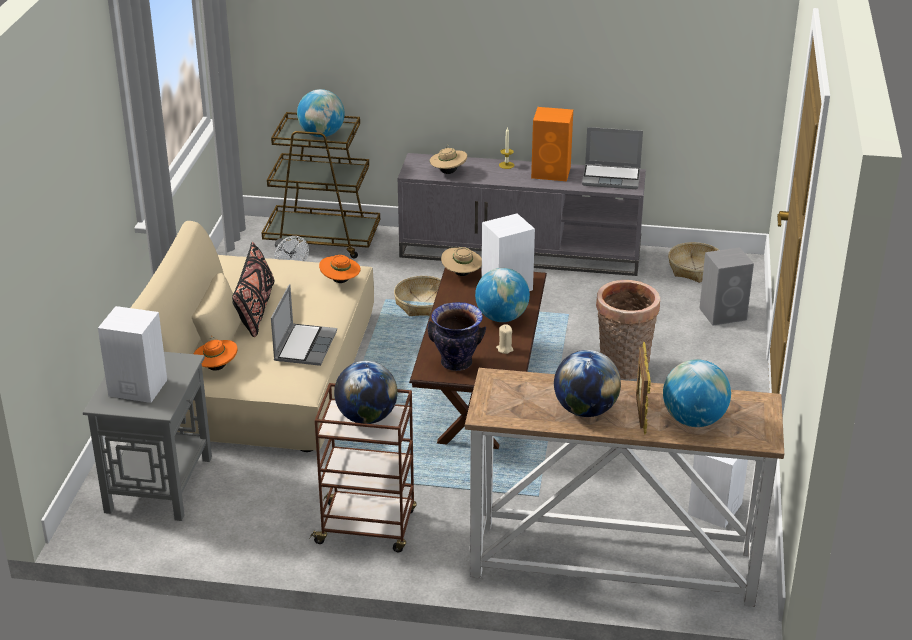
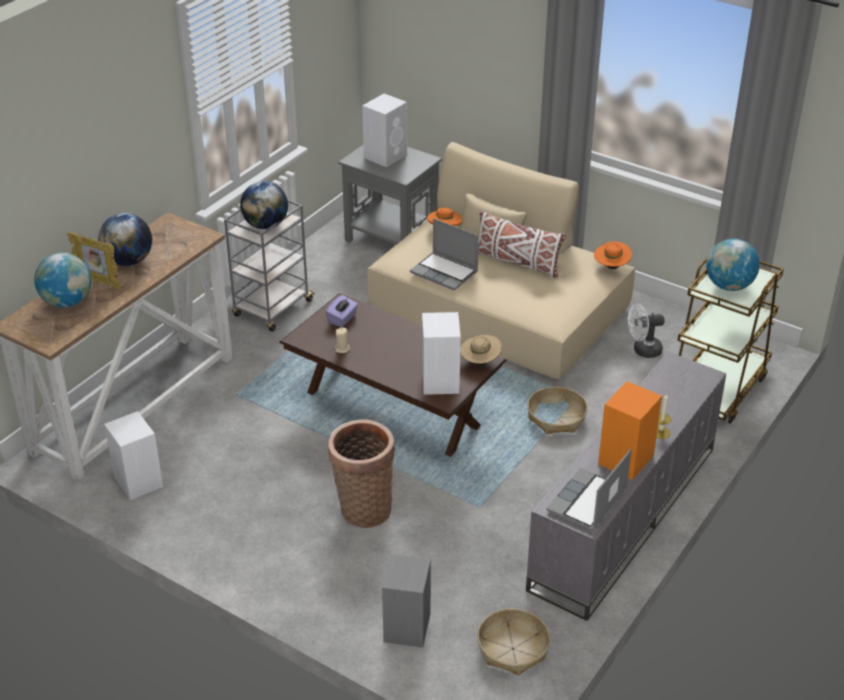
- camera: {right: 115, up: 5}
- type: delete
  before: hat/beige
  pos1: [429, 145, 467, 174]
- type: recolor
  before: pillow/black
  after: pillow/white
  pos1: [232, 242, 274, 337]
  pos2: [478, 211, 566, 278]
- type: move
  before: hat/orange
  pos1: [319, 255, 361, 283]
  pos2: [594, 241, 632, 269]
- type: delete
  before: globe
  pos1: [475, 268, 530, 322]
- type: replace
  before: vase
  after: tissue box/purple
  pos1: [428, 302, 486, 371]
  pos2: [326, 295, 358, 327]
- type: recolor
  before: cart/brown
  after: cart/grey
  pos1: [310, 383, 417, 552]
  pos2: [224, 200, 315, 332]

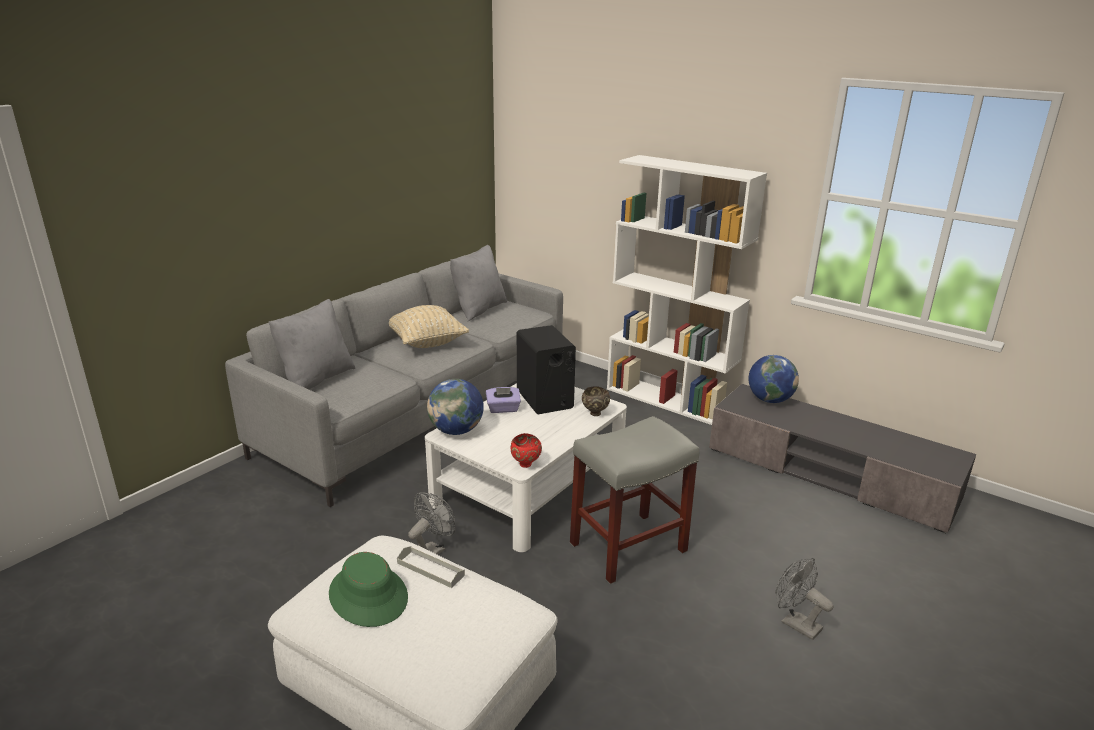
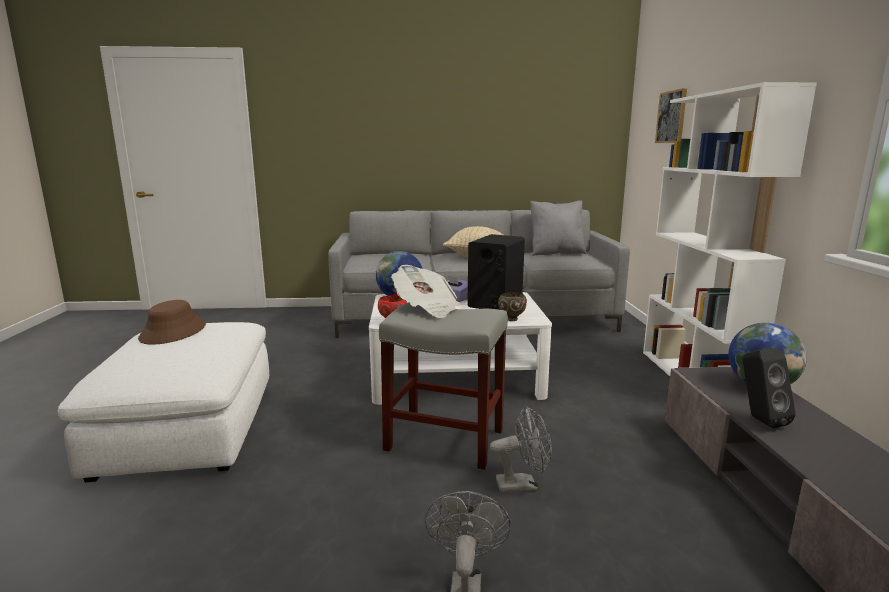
- camera: {right: 50, up: -10}
- type: delete
  before: pillow/grey
  pos1: [269, 299, 355, 389]
- type: move
  before: fan/grey
  pos1: [408, 492, 456, 555]
  pos2: [490, 406, 552, 492]
- type: delete
  before: tray/grey
  pos1: [397, 546, 465, 588]
- type: recolor
  before: hat/green
  after: hat/brown
  pos1: [329, 552, 408, 627]
  pos2: [138, 300, 206, 345]
- type: insert
  after: picture
  pos2: [655, 88, 687, 143]
- type: insert
  after: newspaper
  pos2: [391, 265, 460, 318]
- type: insert
  after: speaker/black
  pos2: [743, 348, 796, 428]

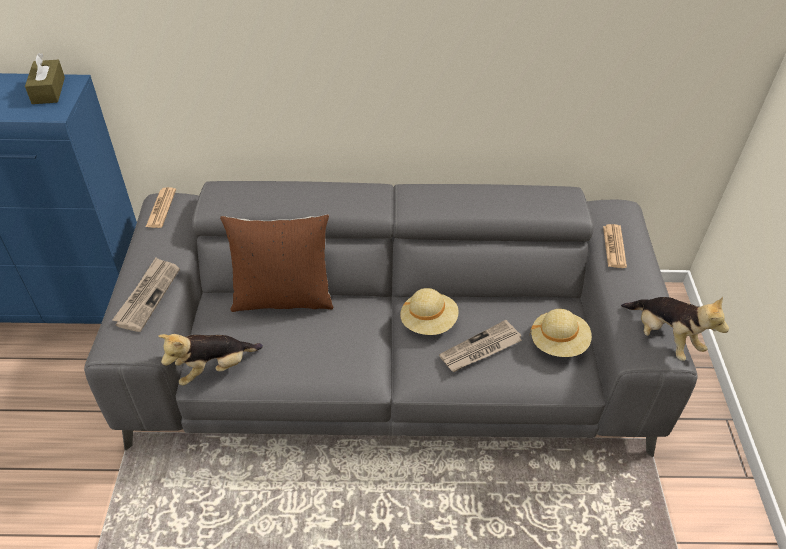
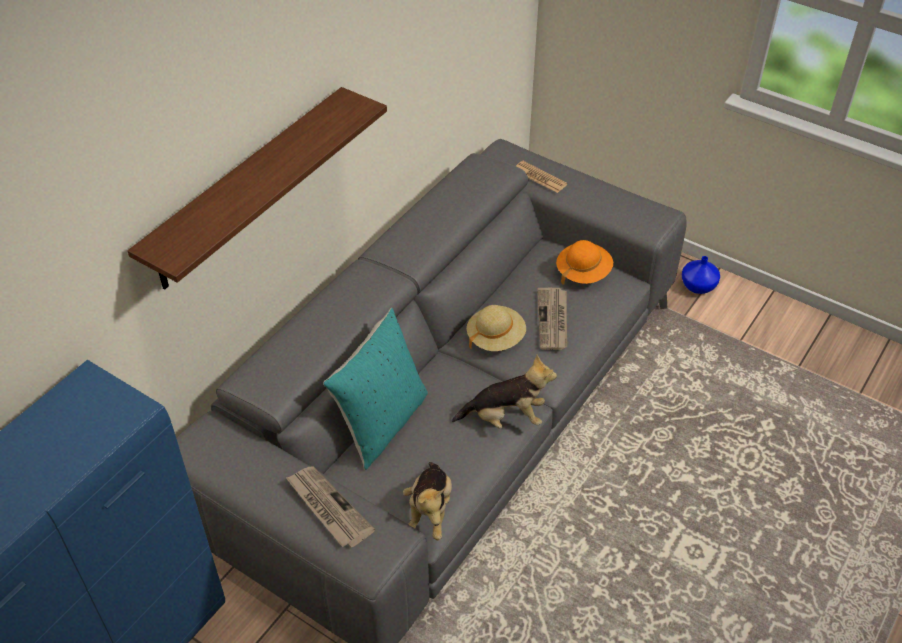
- camera: {right: -55, up: 0}
- type: delete
  before: tissue box/brown
  pos1: [25, 53, 65, 104]
- type: delete
  before: newspaper
  pos1: [146, 187, 176, 228]
- type: recolor
  before: pillow/brown
  after: pillow/turquoise
  pos1: [220, 214, 333, 312]
  pos2: [323, 308, 428, 470]
- type: move
  before: plush toy
  pos1: [621, 297, 729, 361]
  pos2: [452, 355, 557, 429]
- type: recolor
  before: hat/beige
  after: hat/orange
  pos1: [529, 309, 592, 357]
  pos2: [556, 240, 613, 285]
- type: insert
  after: shelf
  pos2: [127, 87, 387, 290]
- type: insert
  after: vase/blue
  pos2: [682, 256, 720, 294]

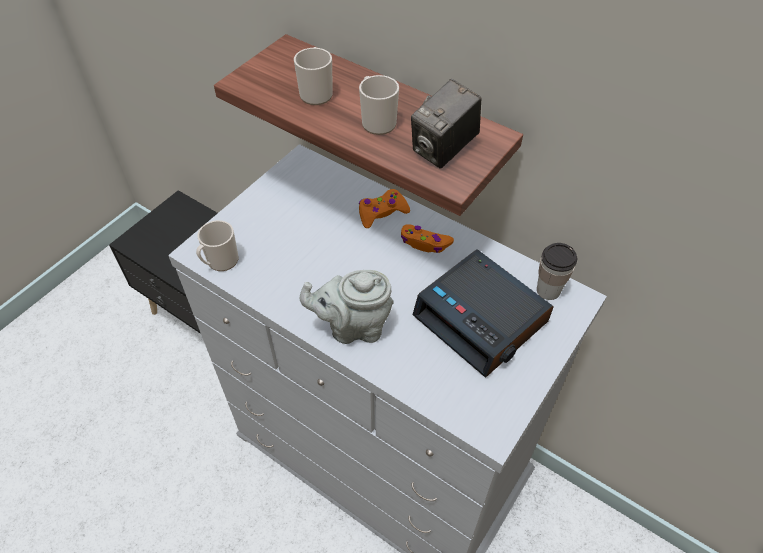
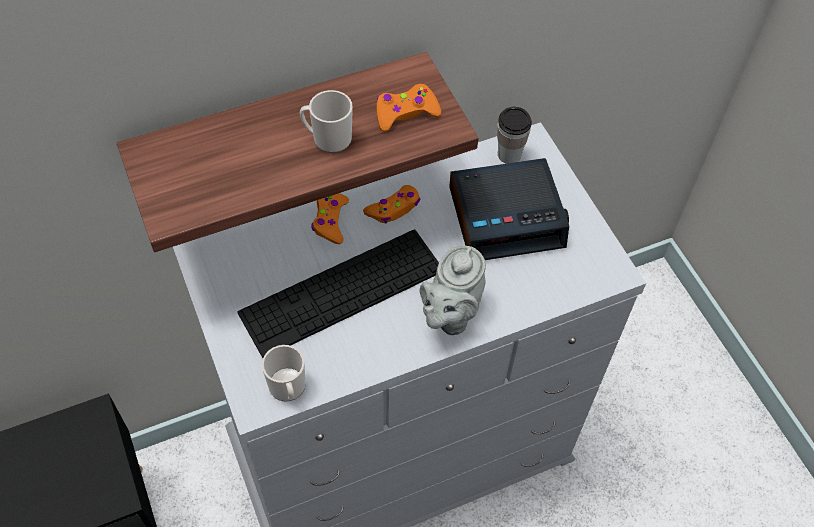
- camera: {right: -60, up: 5}
- type: delete
  before: mug
  pos1: [294, 47, 333, 105]
- type: replace
  before: photo camera
  after: game controller/orange
  pos1: [411, 79, 482, 169]
  pos2: [376, 84, 441, 132]
- type: insert
  after: keyboard
  pos2: [237, 229, 439, 358]

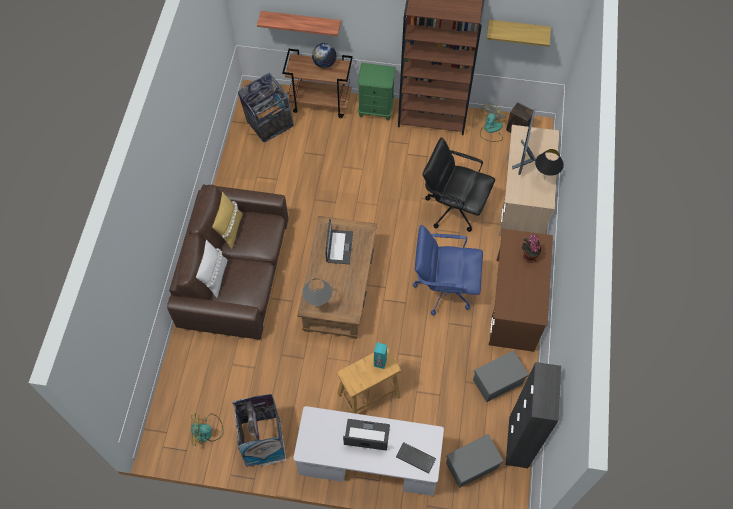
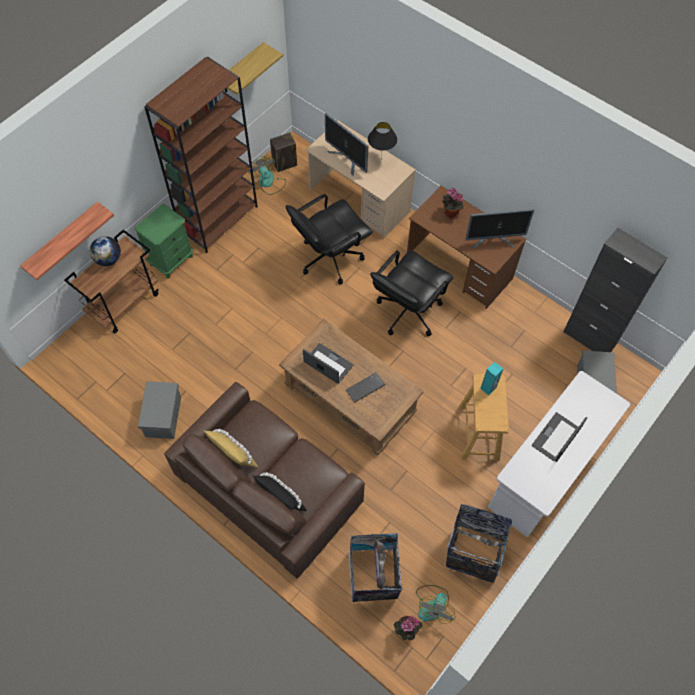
- camera: {right: -60, up: 0}
- type: move
  before: trash can
  pos1: [238, 73, 294, 142]
  pos2: [349, 532, 403, 602]
- type: recolor
  before: office chair/blue
  after: office chair/black
  pos1: [413, 225, 483, 315]
  pos2: [370, 250, 453, 336]
- type: recolor
  before: pillow/white
  after: pillow/black
  pos1: [196, 240, 228, 298]
  pos2: [253, 472, 307, 511]
- type: delete
  before: table lamp/grey
  pos1: [302, 278, 332, 306]
- type: move
  before: storage box/grey
  pos1: [473, 350, 529, 402]
  pos2: [138, 381, 181, 439]
- type: move
  before: keyboard
  pos1: [396, 442, 436, 473]
  pos2: [346, 373, 385, 402]
- type: insert
  after: monitor
  pos2: [465, 209, 534, 248]
- type: insert
  after: potted plant
  pos2: [393, 616, 422, 640]

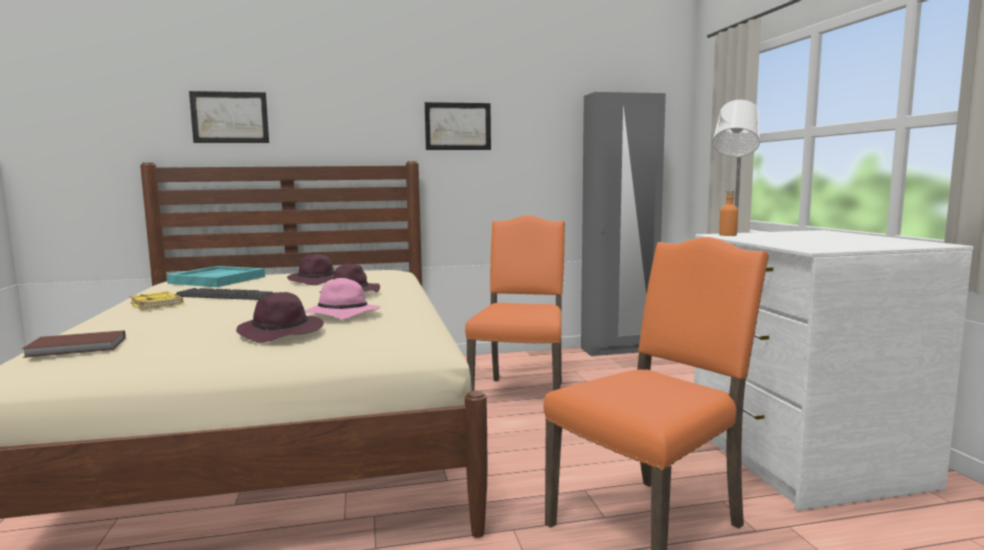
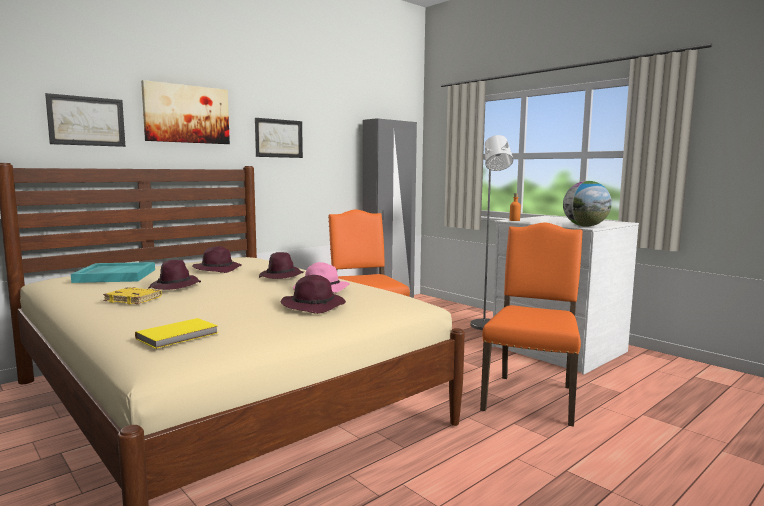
- camera: {right: -30, up: 0}
- type: replace
  before: keyboard
  after: hat/purple
  pos1: [175, 288, 275, 300]
  pos2: [148, 260, 201, 290]
- type: recolor
  before: book/brown
  after: book/yellow
  pos1: [22, 330, 126, 358]
  pos2: [135, 318, 218, 349]
- type: insert
  after: picture
  pos2: [141, 80, 230, 144]
- type: insert
  after: globe
  pos2: [563, 181, 612, 227]

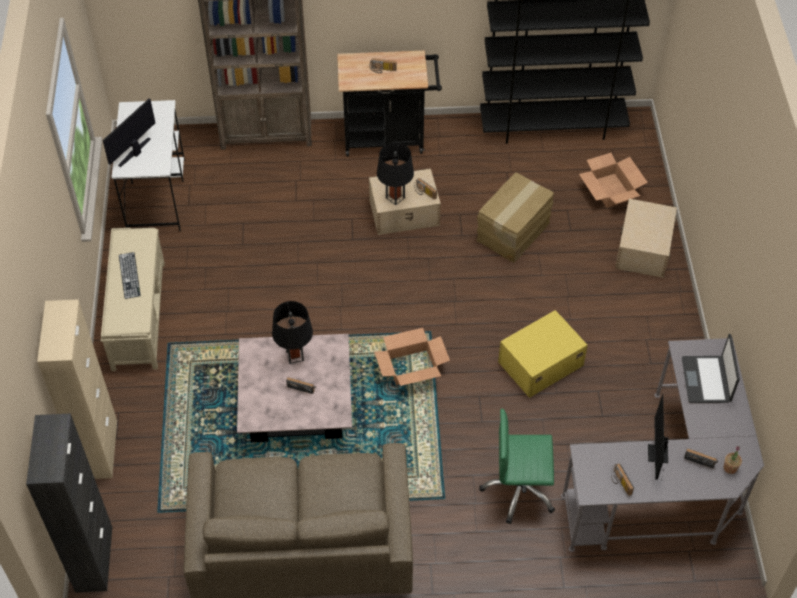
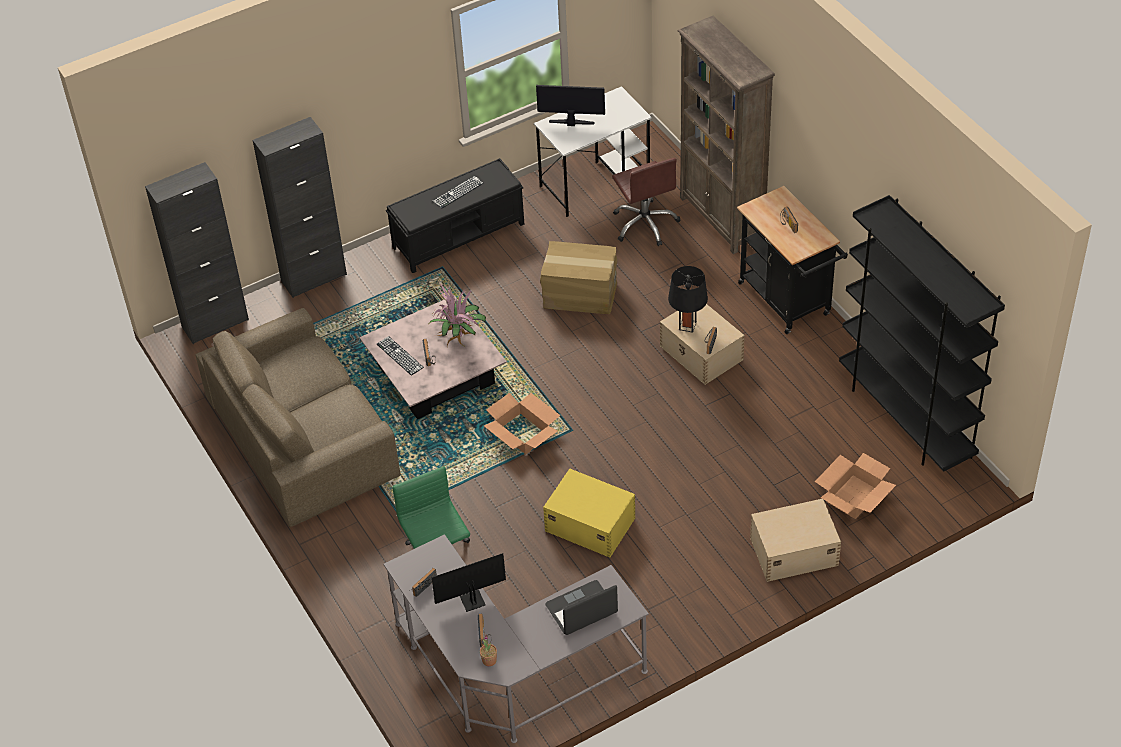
- camera: {right: 65, up: -5}
- type: move
  before: cardboard box
  pos1: [477, 173, 554, 262]
  pos2: [540, 241, 617, 314]
- type: recolor
  before: bench/beige
  after: bench/black
  pos1: [101, 228, 165, 371]
  pos2: [386, 158, 524, 273]
- type: recolor
  before: cabinet/beige
  after: cabinet/black
  pos1: [37, 299, 117, 479]
  pos2: [253, 117, 347, 298]
- type: replace
  before: table lamp/black
  after: potted plant
  pos1: [272, 301, 313, 364]
  pos2: [429, 282, 486, 349]
- type: insert
  after: office chair/brown
  pos2: [612, 158, 680, 246]
- type: insert
  after: keyboard
  pos2: [377, 336, 424, 376]

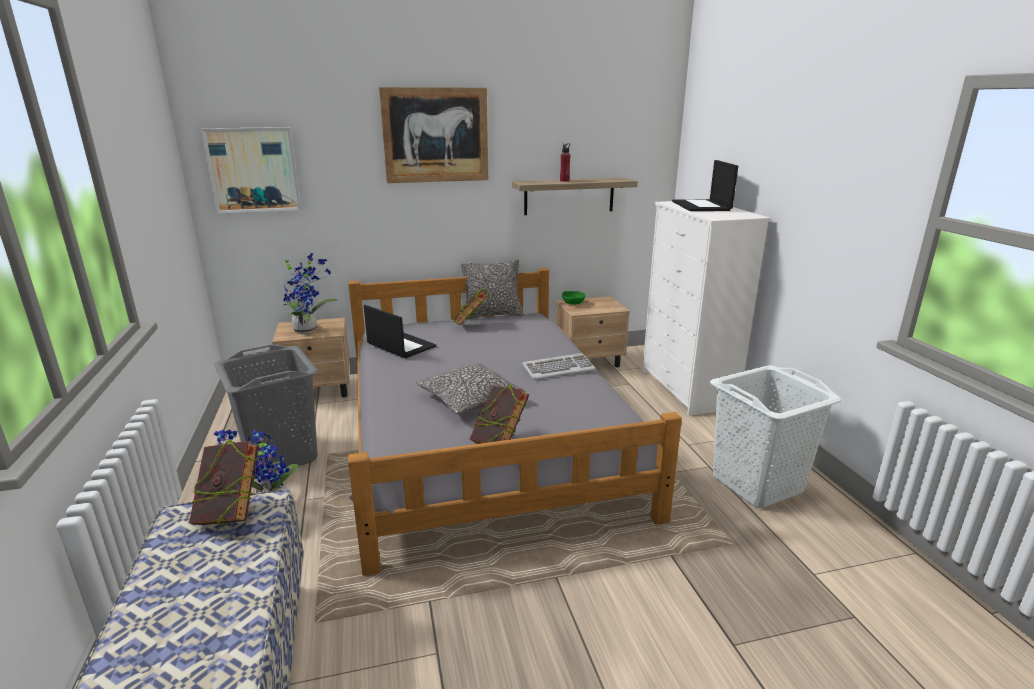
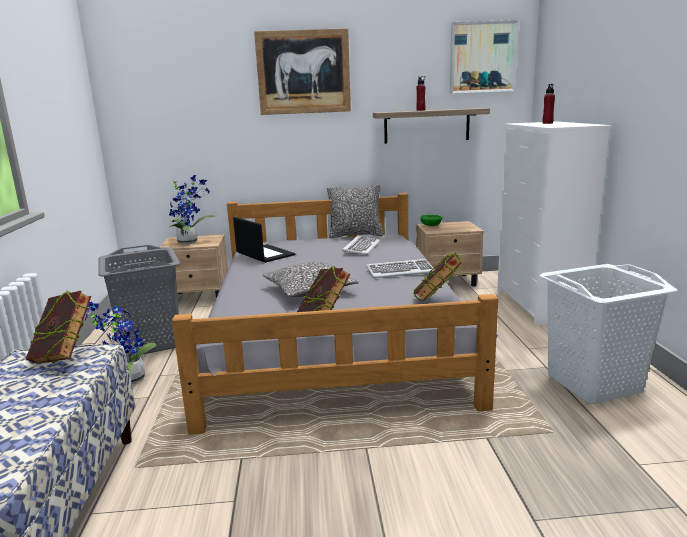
- camera: {right: 10, up: -5}
- type: move
  before: picture
  pos1: [201, 127, 301, 214]
  pos2: [450, 20, 519, 94]
- type: replace
  before: laptop
  after: bottle/red
  pos1: [672, 160, 738, 211]
  pos2: [542, 84, 555, 124]
- type: move
  before: book
  pos1: [453, 288, 488, 325]
  pos2: [414, 253, 462, 301]
- type: insert
  after: keyboard
  pos2: [342, 236, 380, 255]

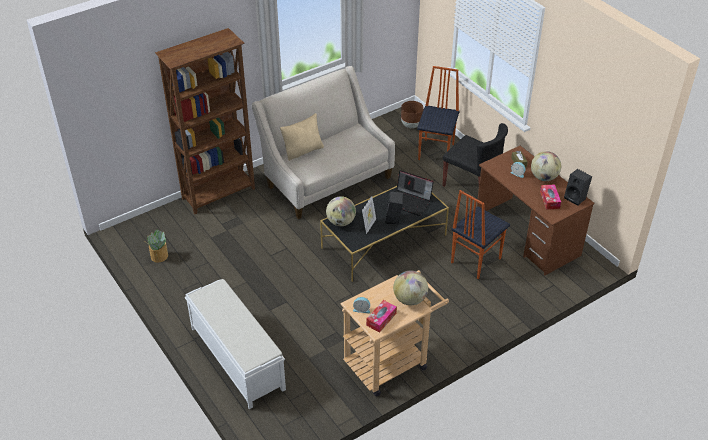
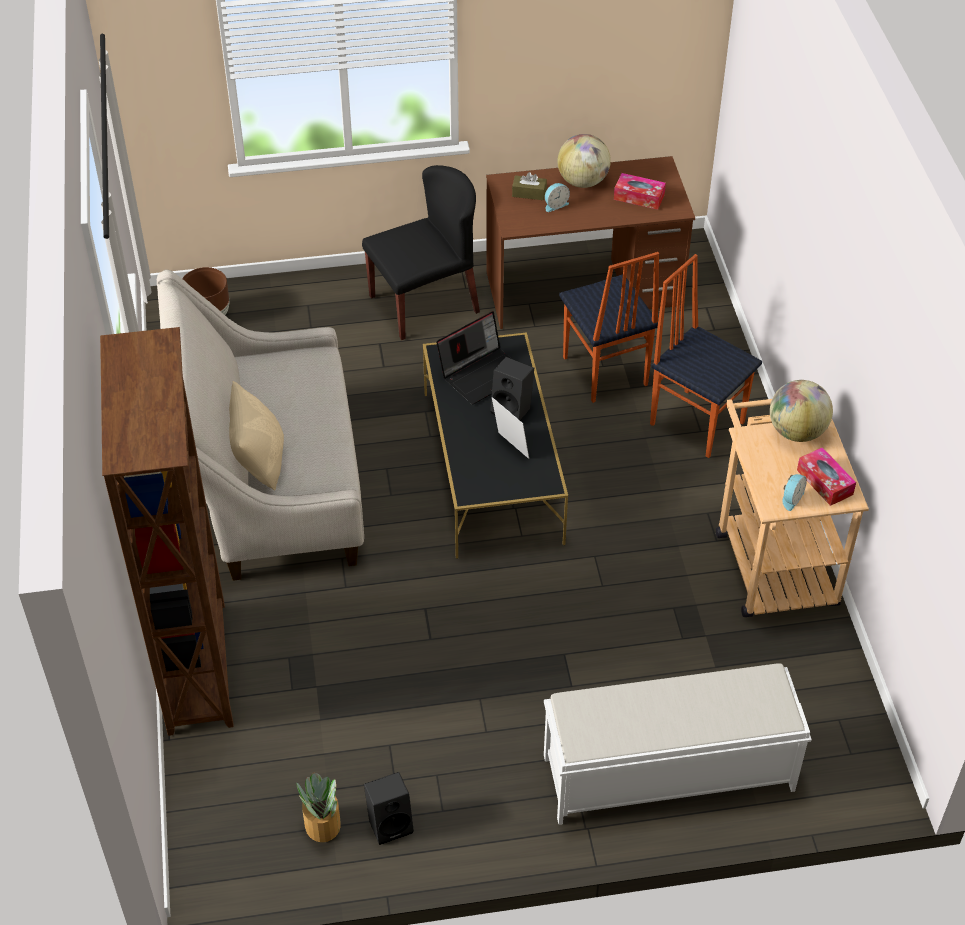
- camera: {right: -65, up: 5}
- type: move
  before: chair
  pos1: [417, 66, 459, 160]
  pos2: [650, 254, 762, 458]
- type: move
  before: speaker/black
  pos1: [564, 169, 592, 206]
  pos2: [364, 772, 414, 845]
- type: delete
  before: globe
  pos1: [326, 196, 356, 226]

